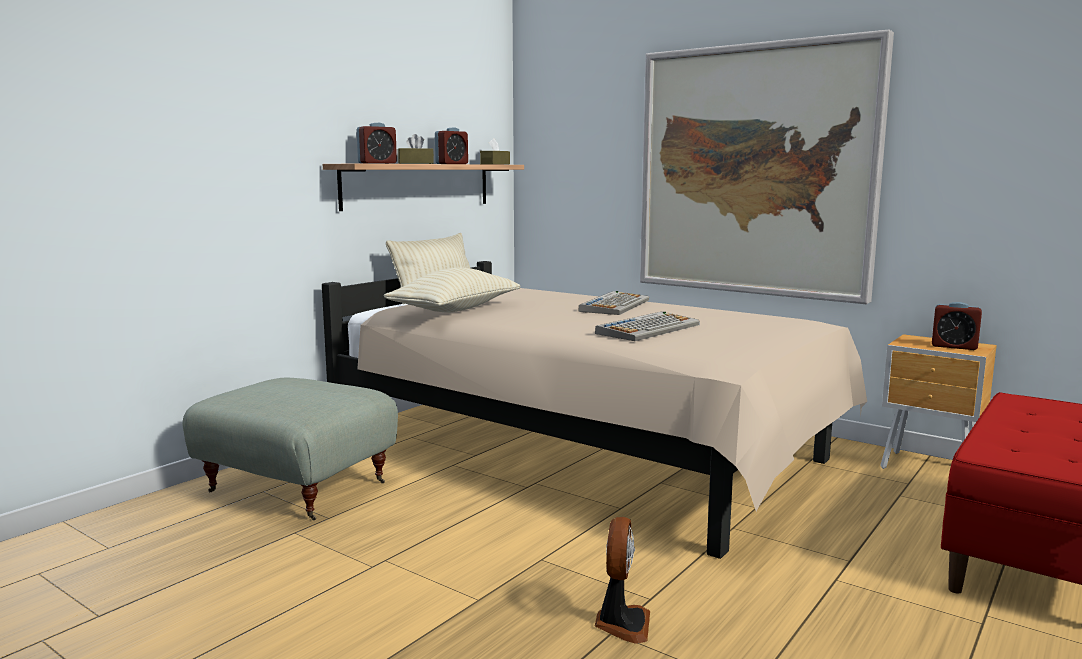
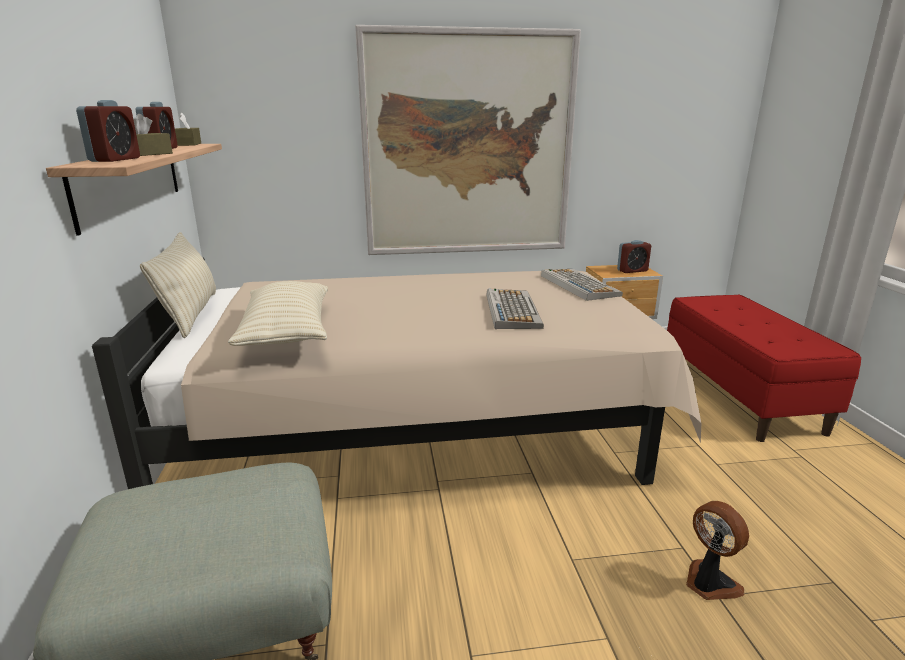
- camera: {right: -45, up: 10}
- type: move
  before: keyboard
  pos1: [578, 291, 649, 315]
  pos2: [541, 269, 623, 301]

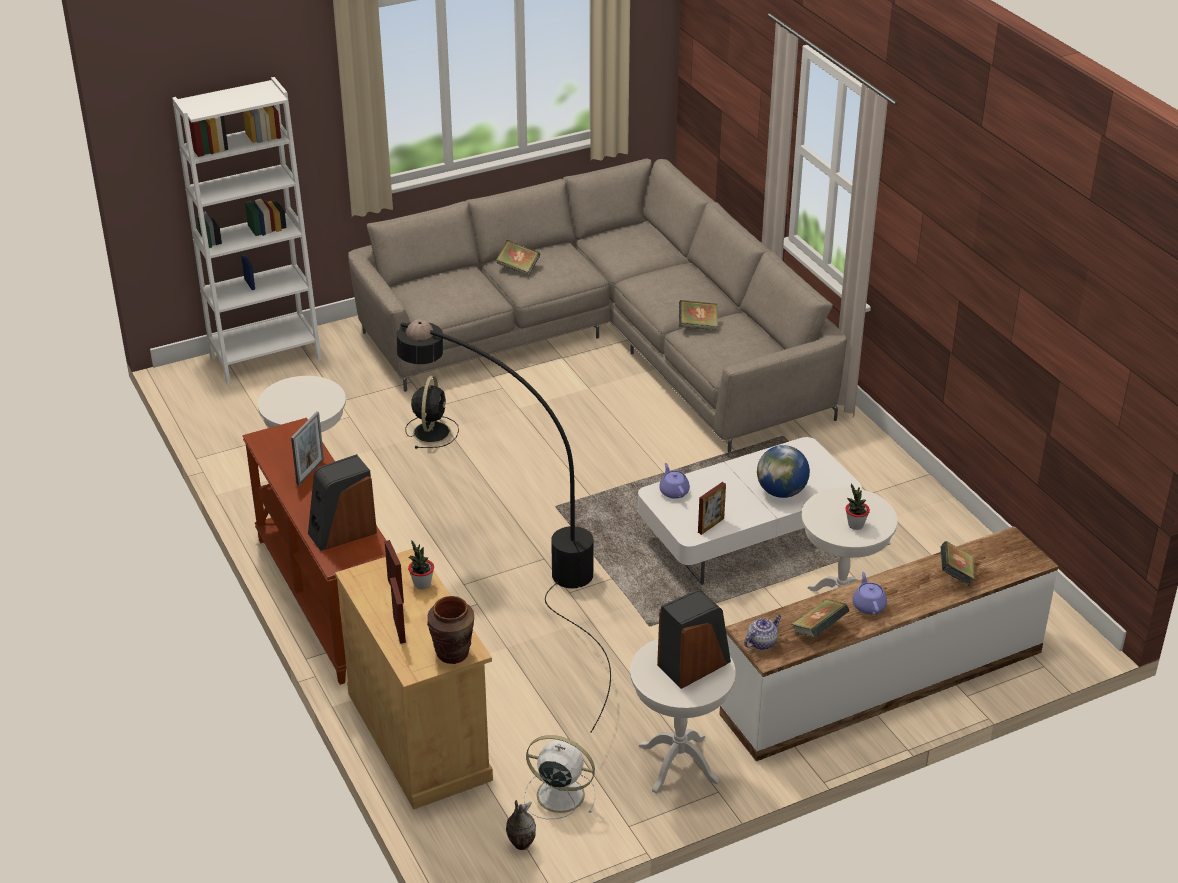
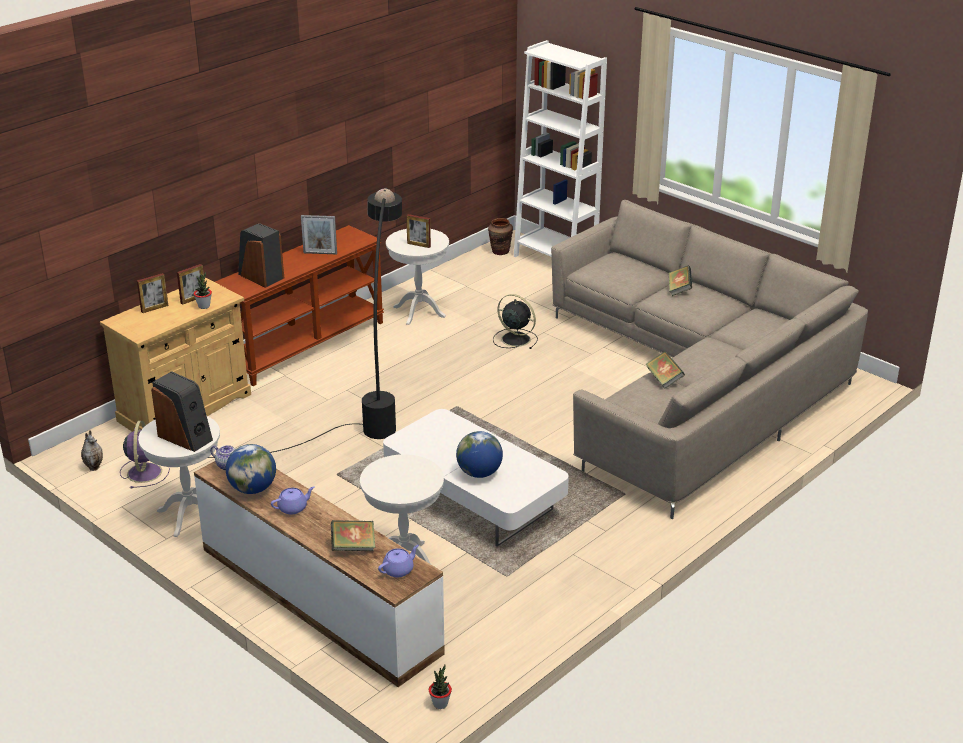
- camera: {right: 70, up: -5}
- type: rotate
  before: fan/black
  pos1: [405, 376, 459, 448]
  pos2: [493, 294, 538, 349]
  turn: -135
- type: move
  before: teapot/purple
  pos1: [659, 463, 690, 499]
  pos2: [378, 545, 419, 577]
- type: move
  before: picture frame
  pos1: [698, 482, 726, 535]
  pos2: [406, 214, 431, 248]
- type: move
  before: potted plant
  pos1: [845, 483, 870, 530]
  pos2: [429, 665, 452, 709]
- type: move
  before: vase/brown
  pos1: [427, 596, 474, 664]
  pos2: [488, 218, 513, 255]
- type: replace
  before: book
  after: globe
  pos1: [791, 599, 850, 638]
  pos2: [226, 444, 276, 494]
- type: recolor
  before: fan/white
  after: fan/purple
  pos1: [524, 735, 596, 819]
  pos2: [120, 421, 170, 488]

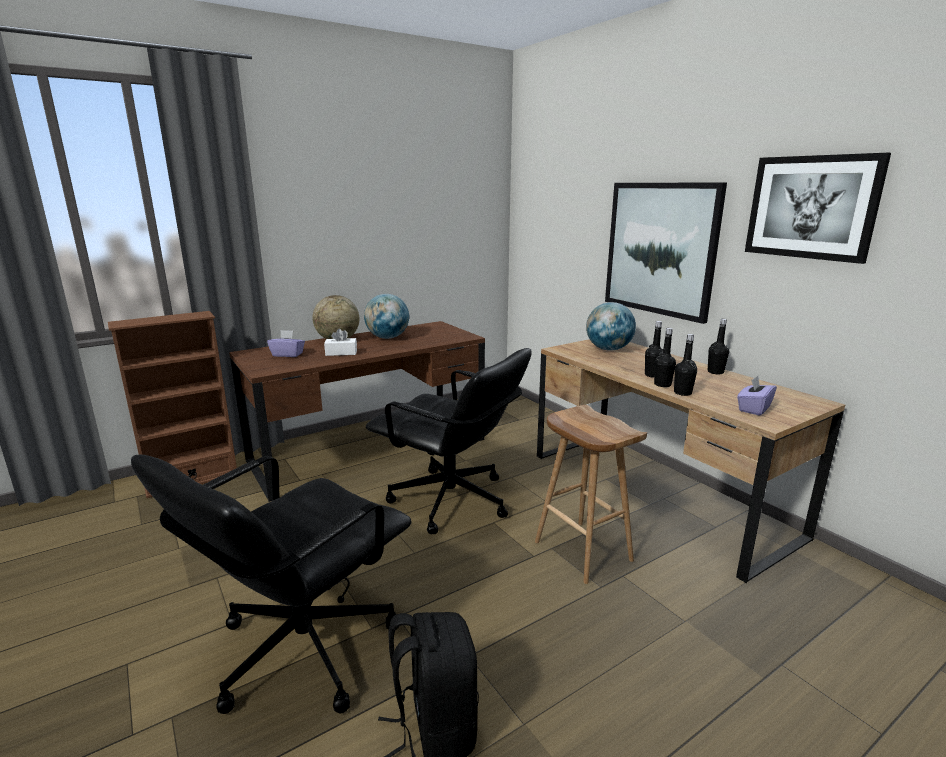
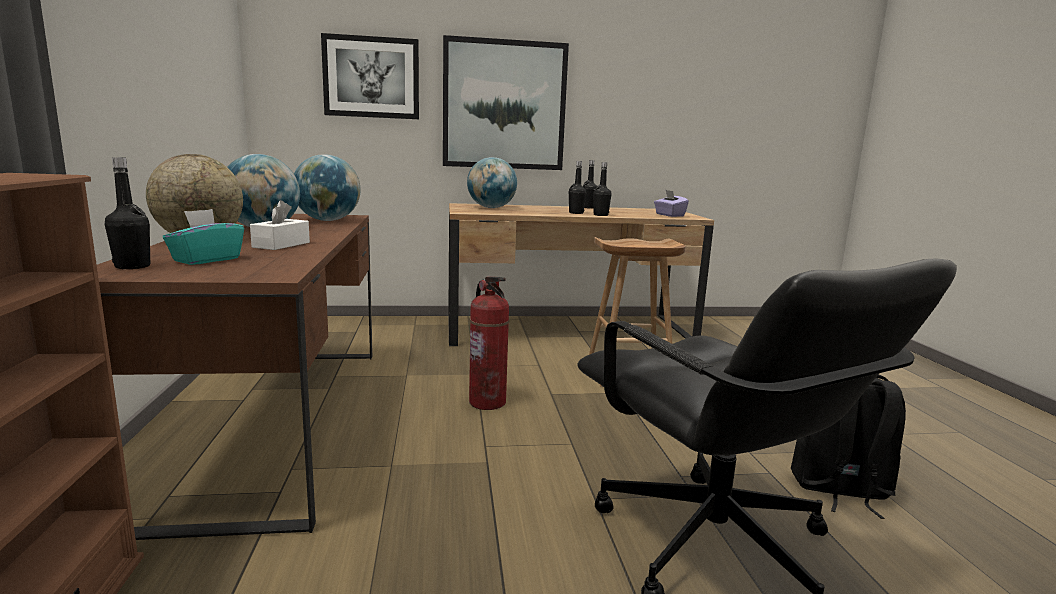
- camera: {right: -65, up: -5}
- type: move
  before: picture
  pos1: [745, 153, 891, 264]
  pos2: [321, 33, 419, 119]
- type: recolor
  before: tissue box/purple
  after: tissue box/turquoise
  pos1: [267, 330, 305, 357]
  pos2: [163, 209, 244, 265]
- type: move
  before: bottle/black
  pos1: [674, 334, 697, 396]
  pos2: [105, 157, 150, 269]
- type: replace
  before: office chair/black
  after: fire extinguisher
  pos1: [366, 348, 532, 534]
  pos2: [469, 276, 509, 410]
- type: insert
  after: globe
  pos2: [294, 154, 361, 221]

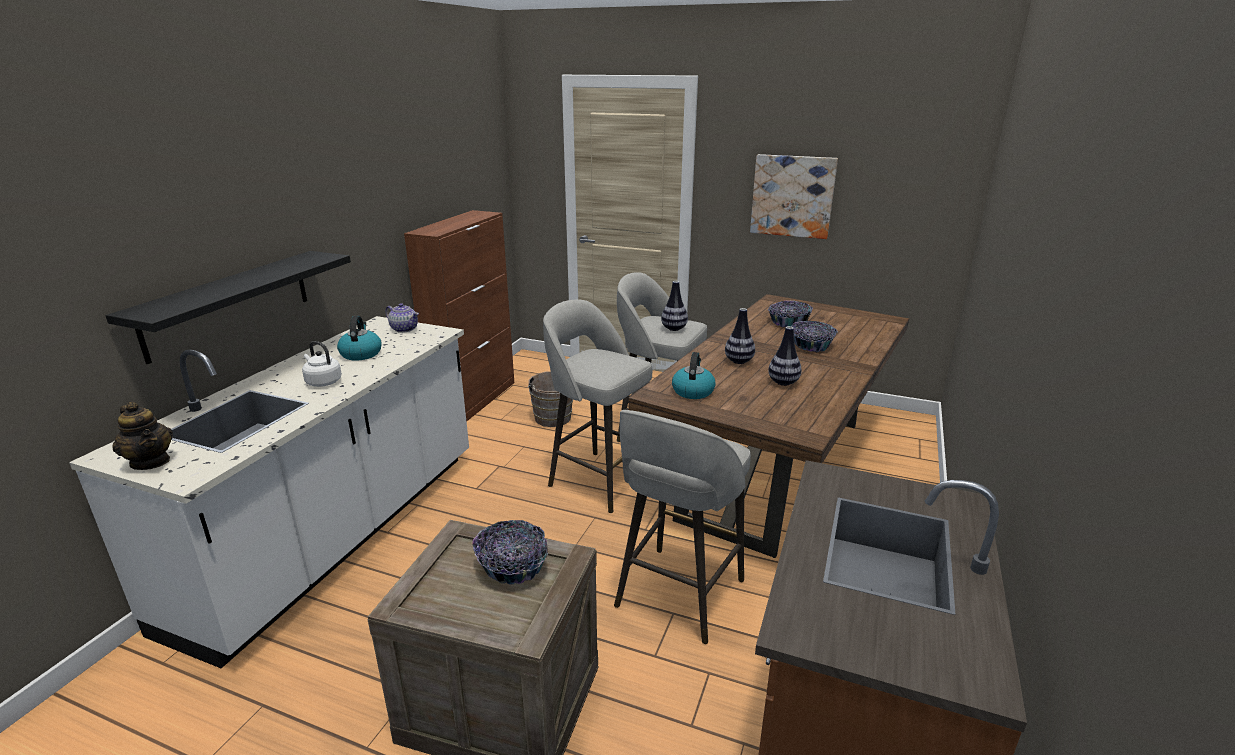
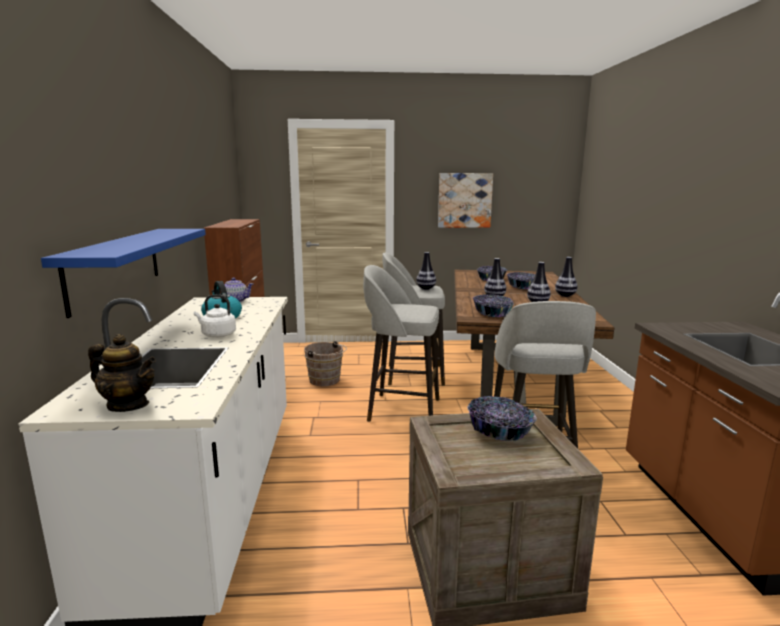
- camera: {right: -25, up: -10}
- type: recolor
  before: shelf/black
  after: shelf/blue
  pos1: [105, 251, 351, 364]
  pos2: [41, 229, 206, 318]
- type: replace
  before: kettle
  after: bowl
  pos1: [672, 352, 716, 399]
  pos2: [473, 294, 514, 317]
- type: insert
  after: vase
  pos2: [555, 257, 578, 297]

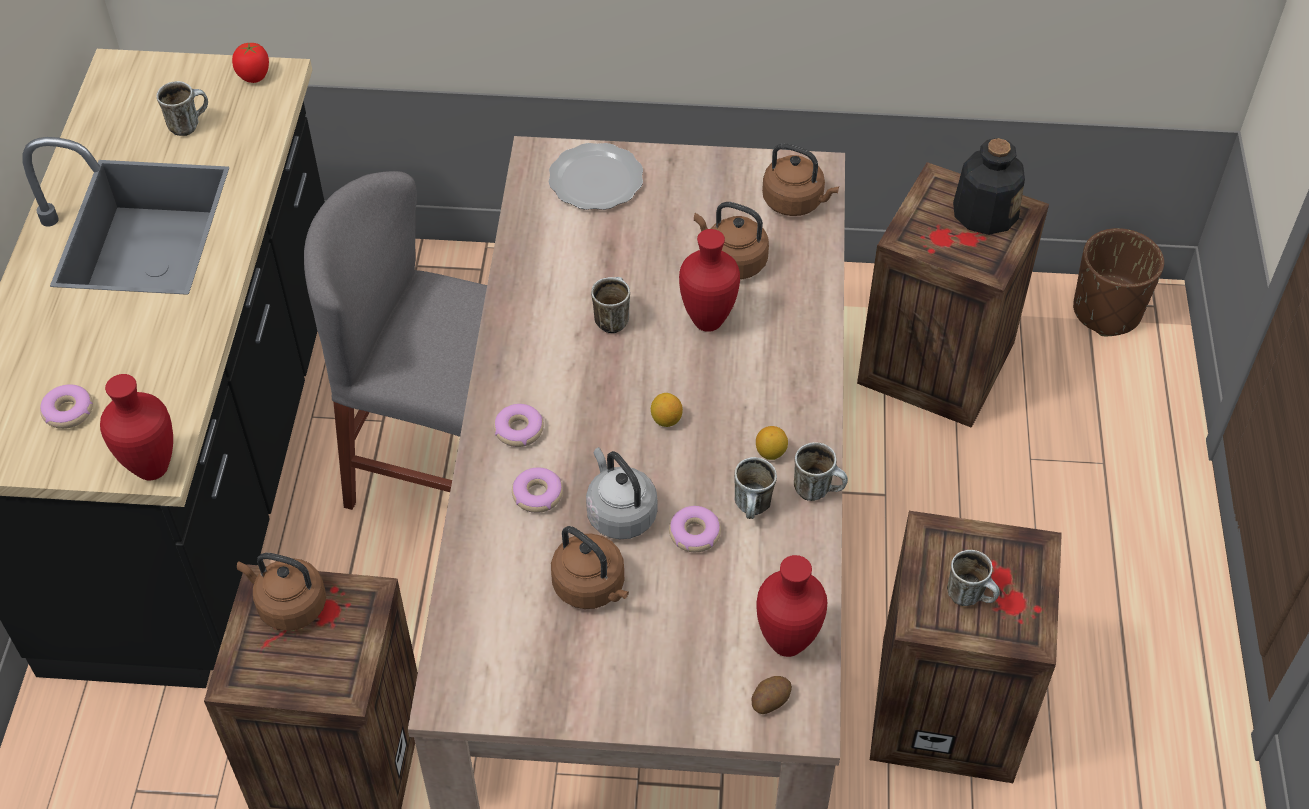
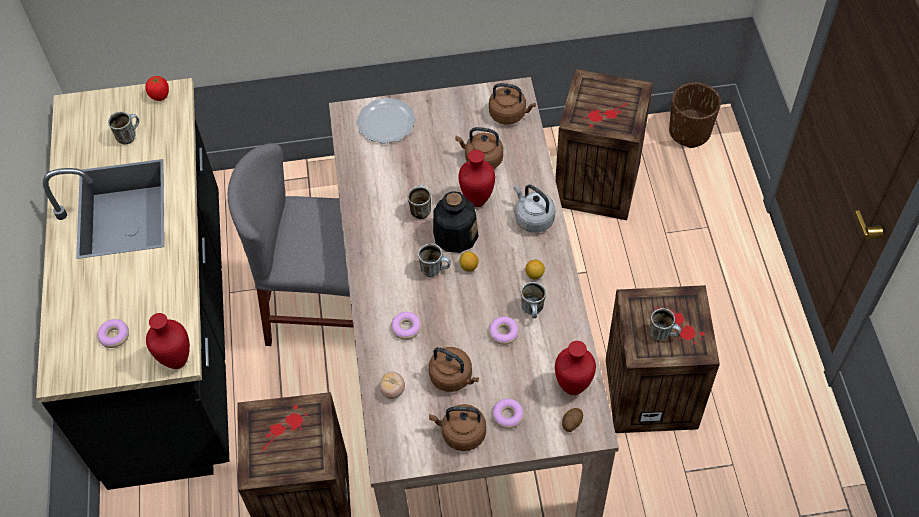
- camera: {right: -10, up: 5}
- type: move
  before: bottle
  pos1: [953, 138, 1025, 235]
  pos2: [433, 191, 479, 253]
- type: move
  before: donut
  pos1: [494, 404, 544, 447]
  pos2: [492, 399, 524, 429]
- type: move
  before: mug
  pos1: [794, 442, 848, 501]
  pos2: [418, 244, 451, 277]
- type: move
  before: kettle/grey
  pos1: [586, 447, 657, 539]
  pos2: [514, 185, 555, 233]
- type: move
  before: kettle/brown
  pos1: [237, 553, 326, 631]
  pos2: [429, 404, 486, 451]
- type: insert
  after: tomato
  pos2: [380, 372, 405, 399]

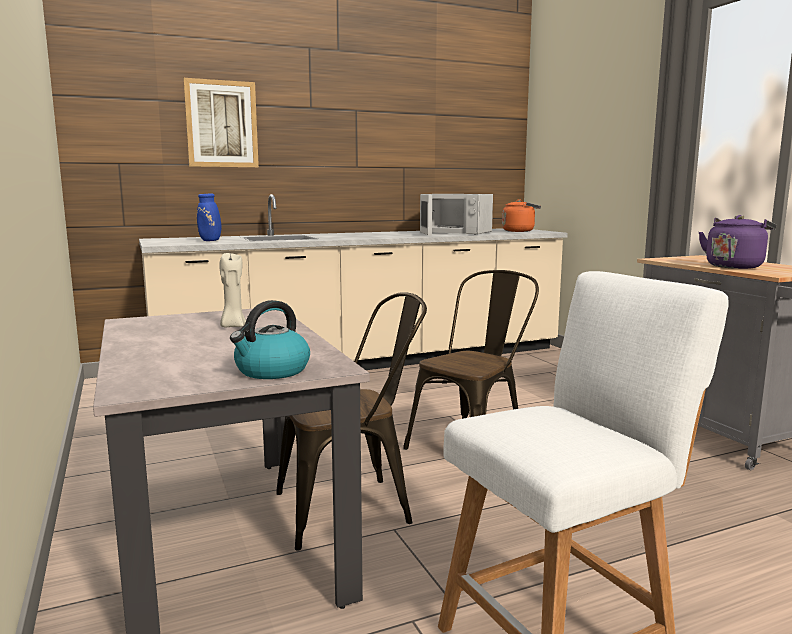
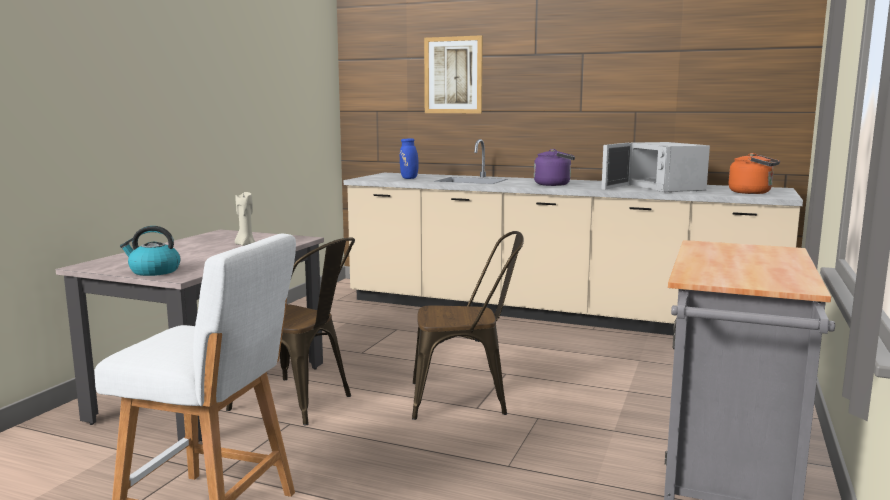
- camera: {right: 45, up: 0}
- type: move
  before: kettle/purple
  pos1: [699, 215, 776, 269]
  pos2: [534, 149, 575, 186]

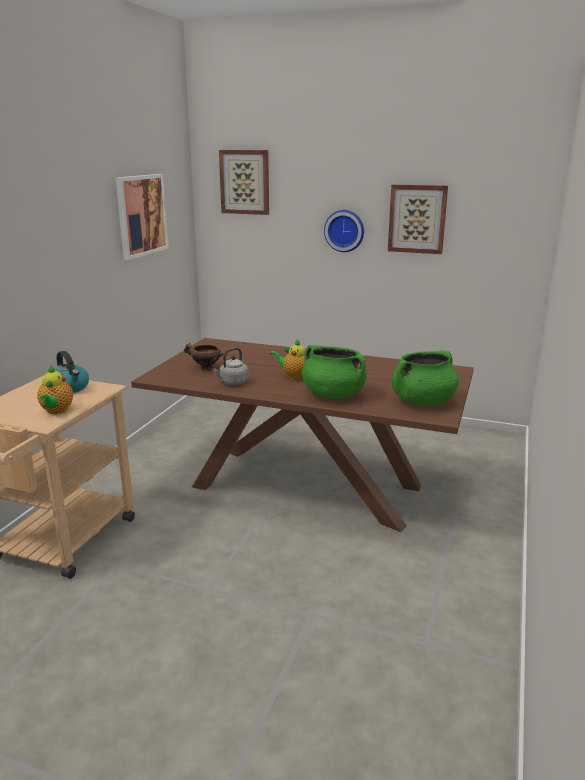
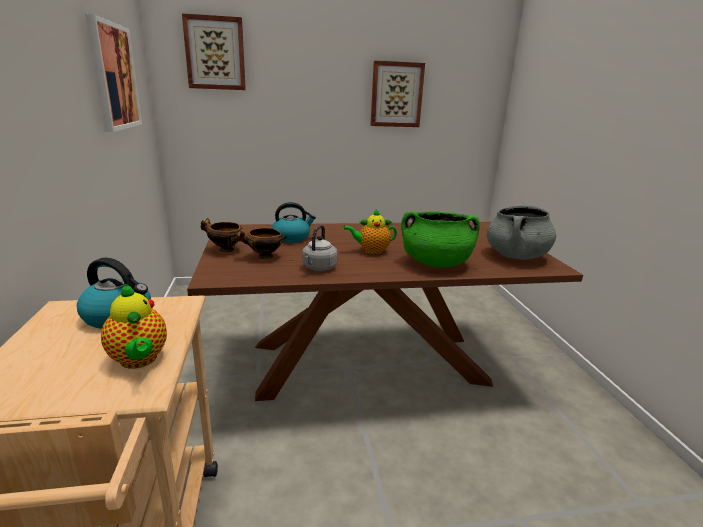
- camera: {right: -30, up: 0}
- type: delete
  before: wall clock
  pos1: [324, 210, 364, 252]
- type: recolor
  before: cooking pot/green
  after: cooking pot/grey
  pos1: [392, 351, 459, 406]
  pos2: [487, 204, 556, 260]
- type: insert
  after: kettle
  pos2: [272, 202, 316, 243]
- type: insert
  after: bowl
  pos2: [201, 218, 243, 252]

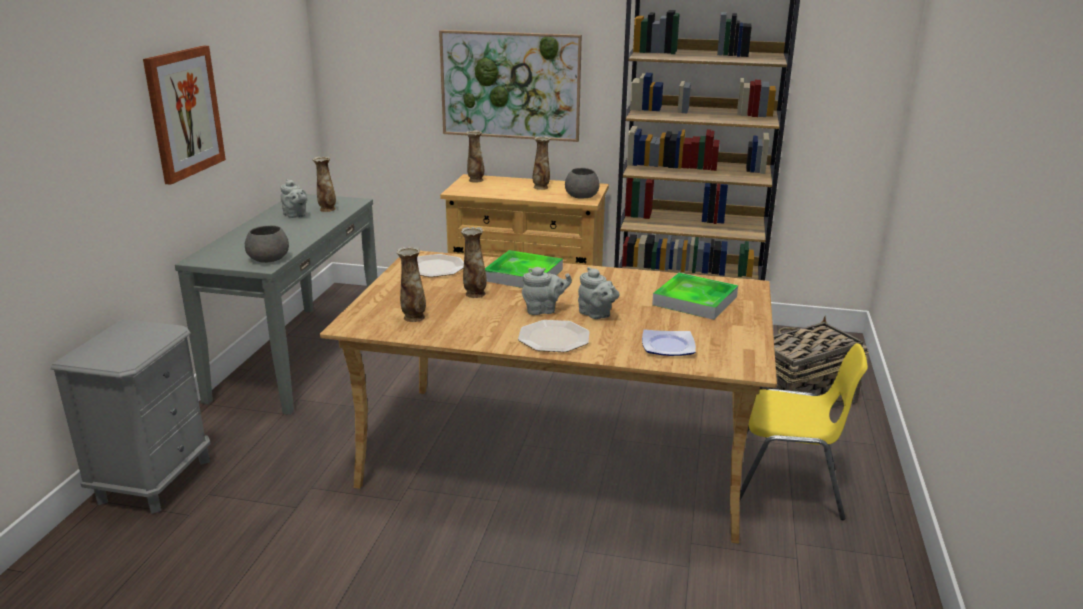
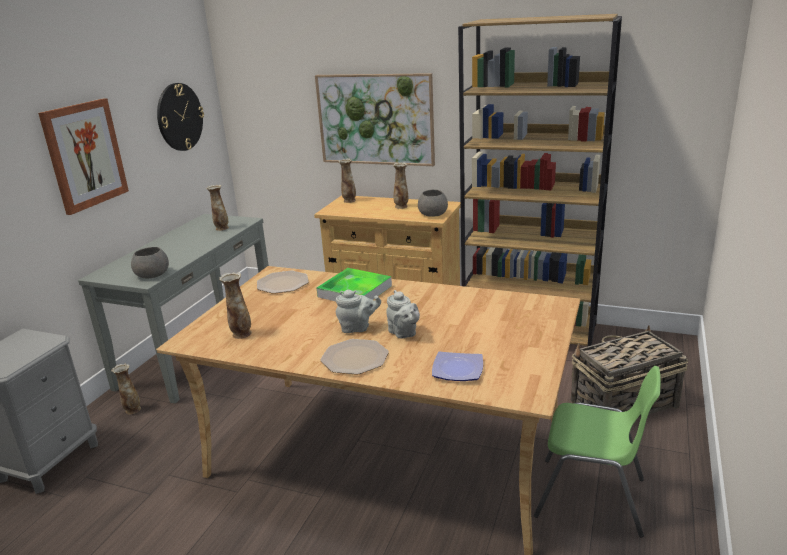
- camera: {right: 10, up: 0}
- type: delete
  before: teapot/grey
  pos1: [280, 179, 307, 218]
- type: move
  before: vase
  pos1: [461, 227, 487, 298]
  pos2: [111, 364, 141, 414]
- type: delete
  before: tray
  pos1: [652, 273, 738, 320]
- type: recolor
  before: chair/yellow
  after: chair/green
  pos1: [740, 343, 868, 520]
  pos2: [534, 366, 660, 538]
- type: insert
  after: wall clock
  pos2: [157, 83, 204, 151]

